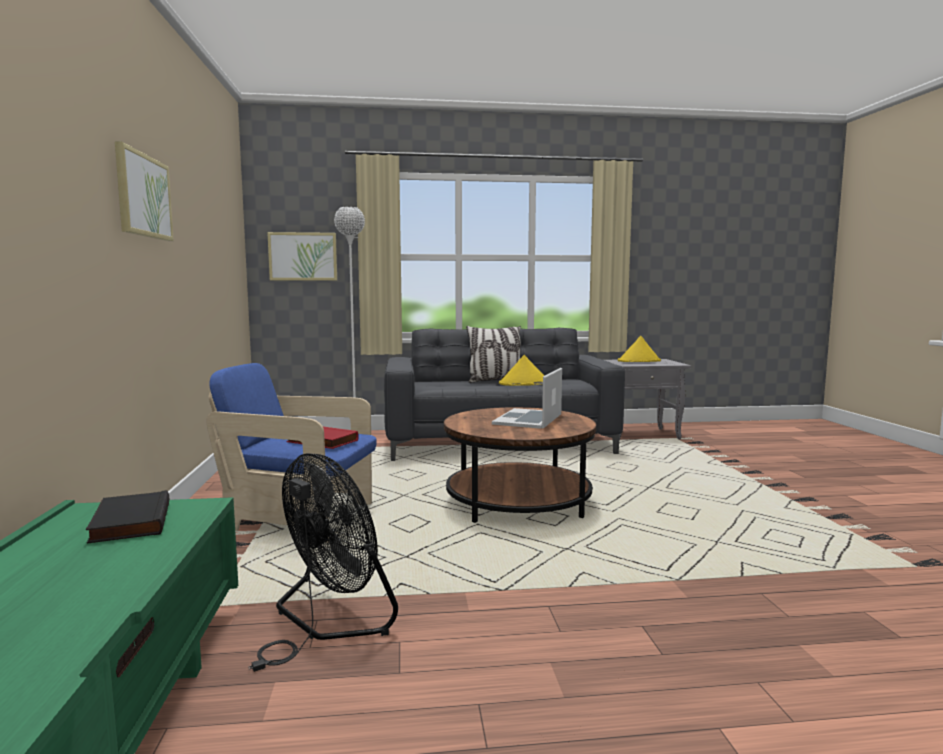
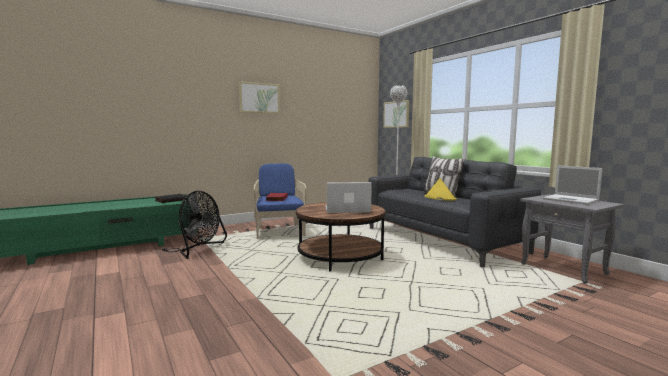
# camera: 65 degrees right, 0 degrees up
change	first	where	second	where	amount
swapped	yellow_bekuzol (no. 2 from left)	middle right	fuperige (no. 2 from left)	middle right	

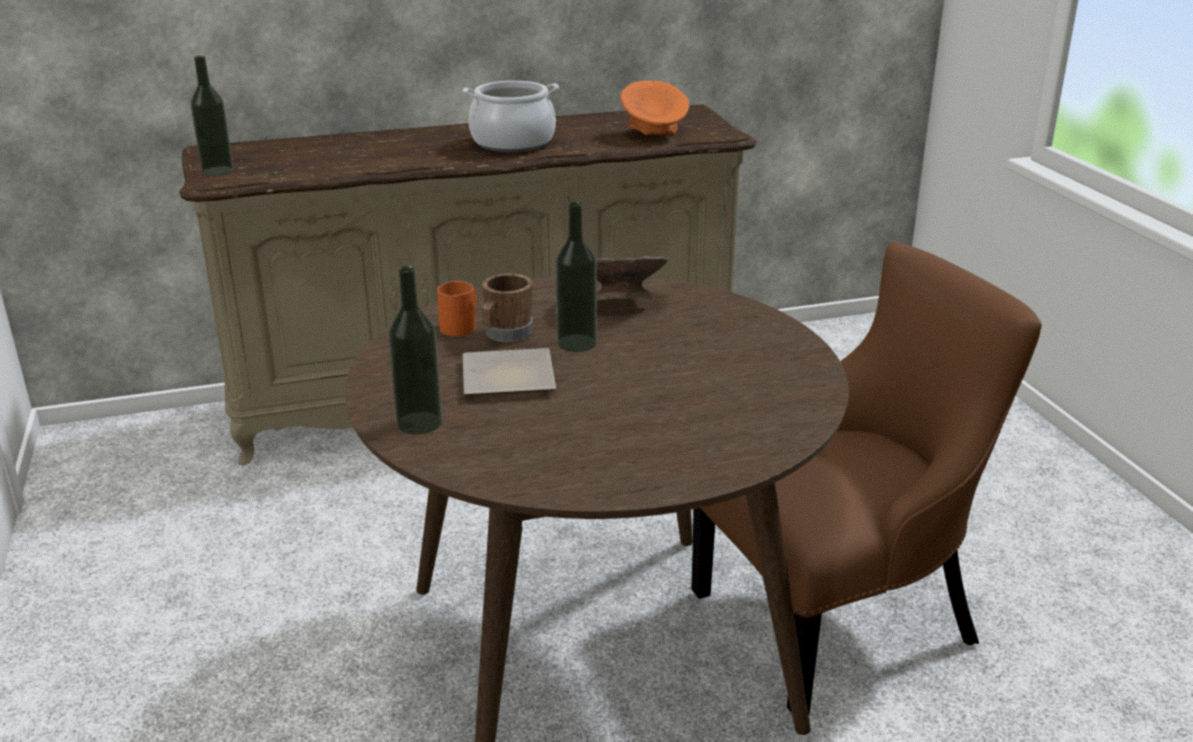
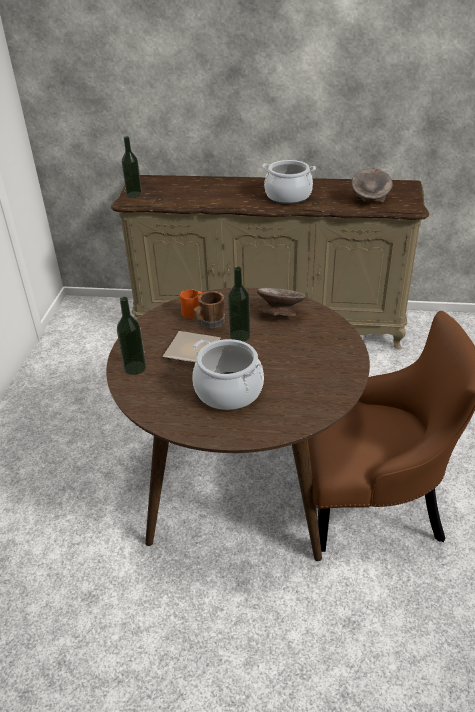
# camera: 25 degrees right, 10 degrees up
change	first	where	second	where	amount
new			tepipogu (no. 1 from left)	centre	
repainted	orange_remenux	top centre	grey_remenux (no. 2 from left)	top right	

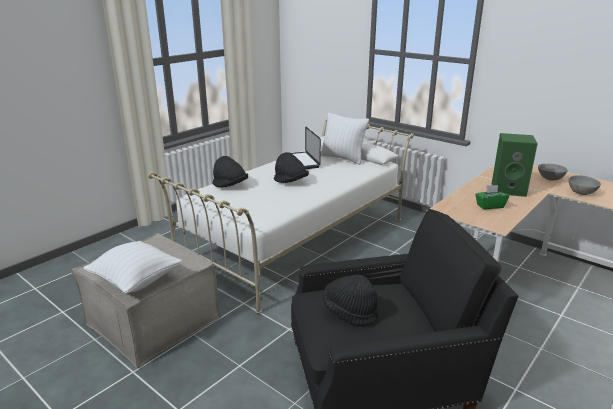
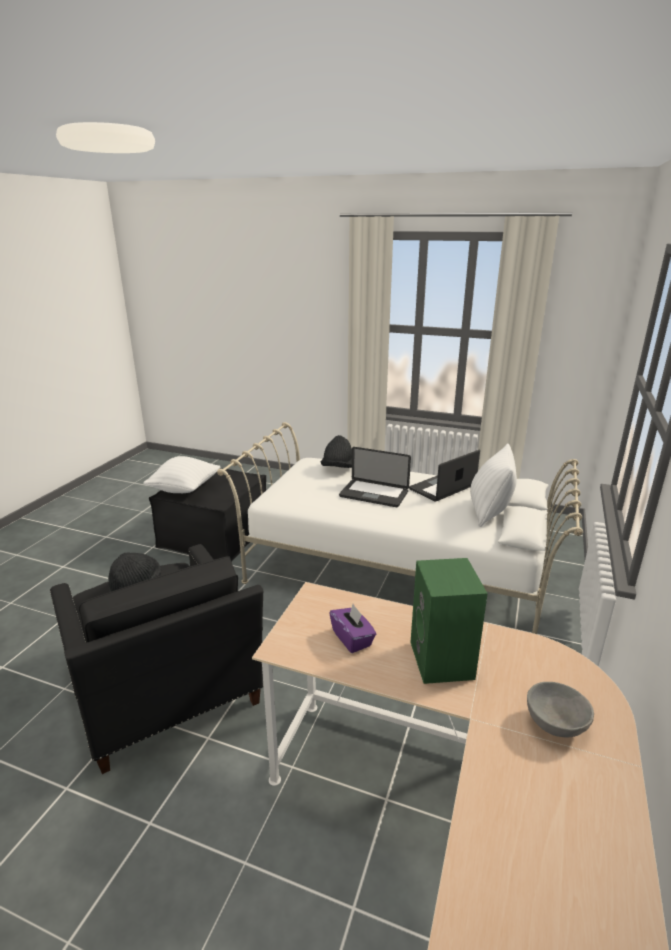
# camera: 70 degrees right, 0 degrees up
change	first	where	second	where	amount
repainted	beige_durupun	bottom left	black_durupun	middle left	
repainted	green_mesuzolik	middle right	purple_mesuzolik	centre	
swapped	black_bekuzol (no. 2 from left)	centre	fuperige (no. 1 from left)	centre	
gone	grey_remenux (no. 2 from left)	middle right			

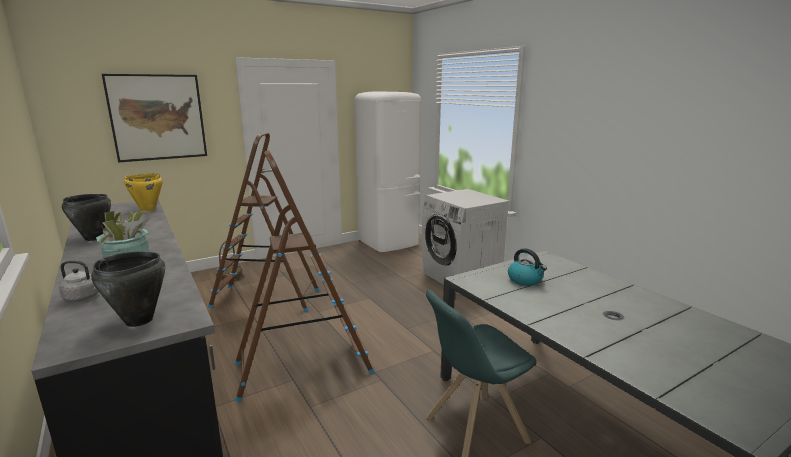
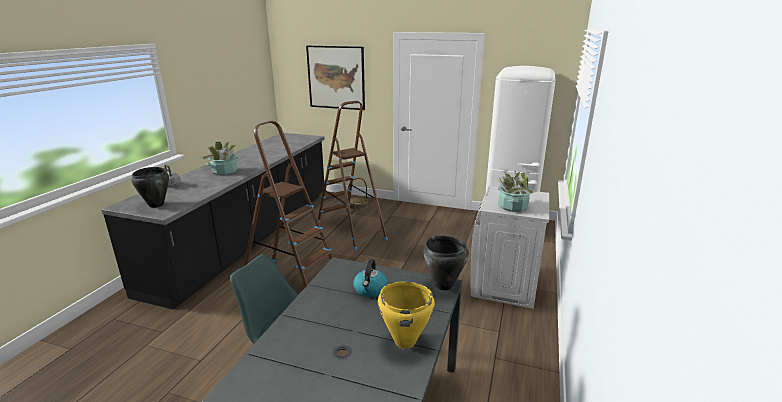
# camera: 50 degrees right, 5 degrees up
change	first	where	second	where	amount
shifted	yellow_tepipogu	middle left		bottom centre	
shifted	black_tepipogu (no. 1 from left in the first image)	middle left	black_tepipogu (no. 2 from left)	centre	
new			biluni (no. 2 from left)	centre	

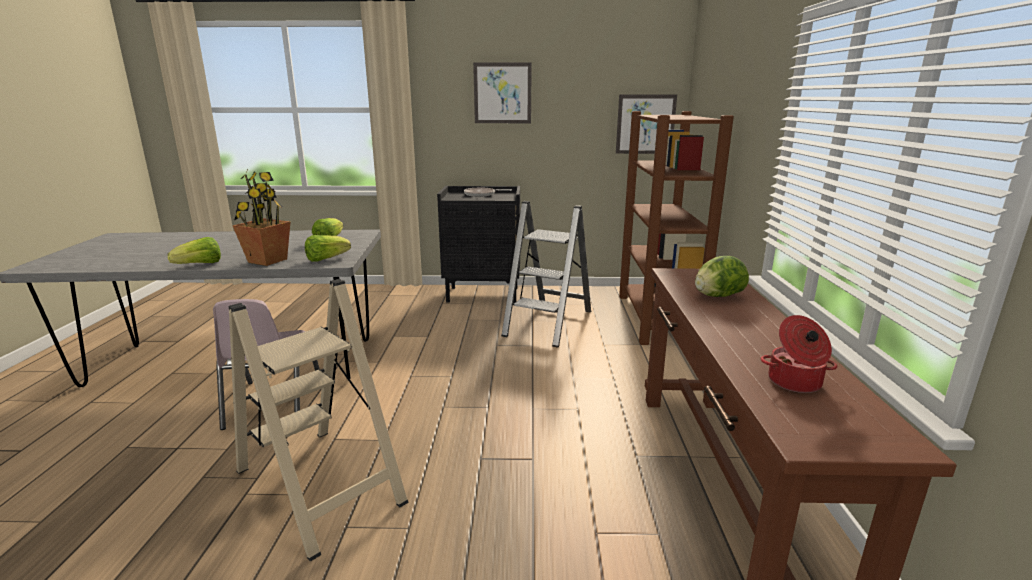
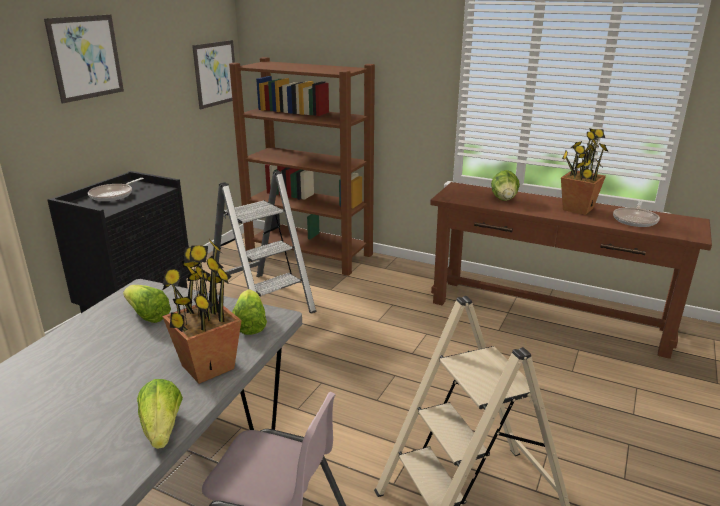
# camera: 65 degrees left, 5 degrees up
change	first	where	second	where	amount
new			biluni (no. 2 from left)	middle right	
swapped	tepipogu	middle right	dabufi (no. 2 from left)	middle right	

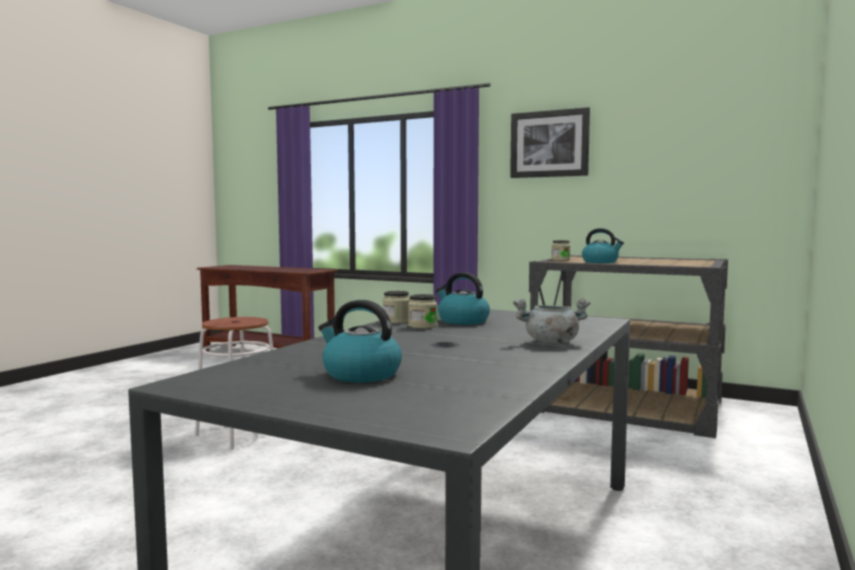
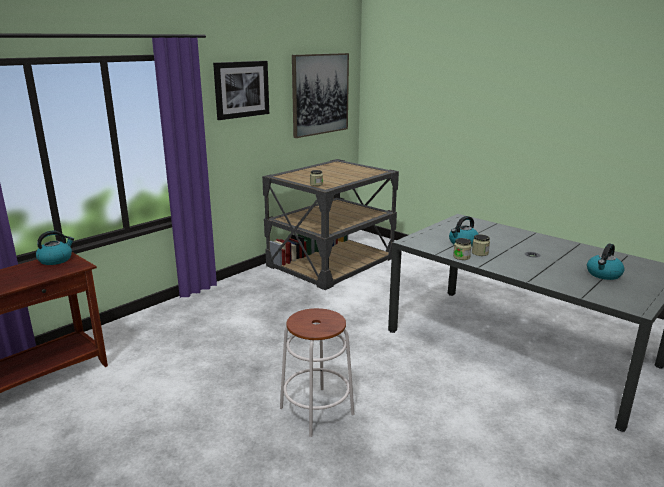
# camera: 75 degrees left, 15 degrees up
change	first	where	second	where	amount
shifted	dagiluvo (no. 3 from left in the first image)	middle right	dagiluvo (no. 1 from left)	middle left	
new			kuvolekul (no. 2 from left)	top centre	
gone	grey_tepipogu	centre			

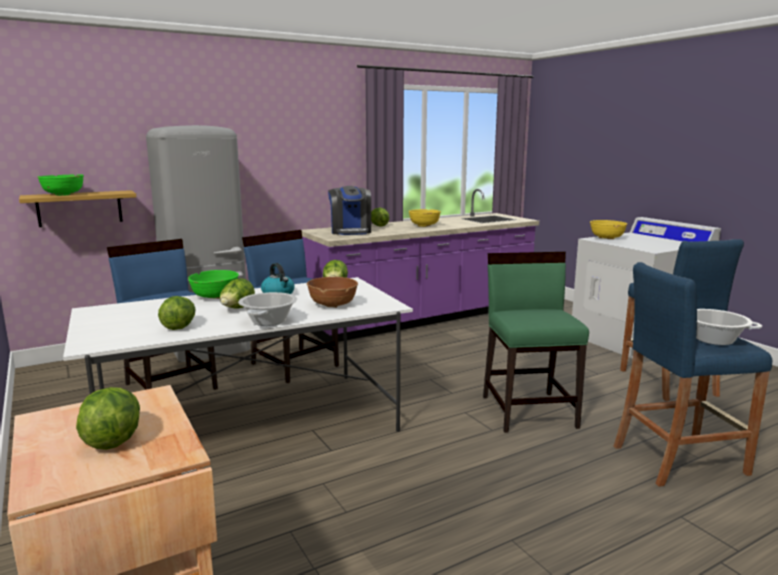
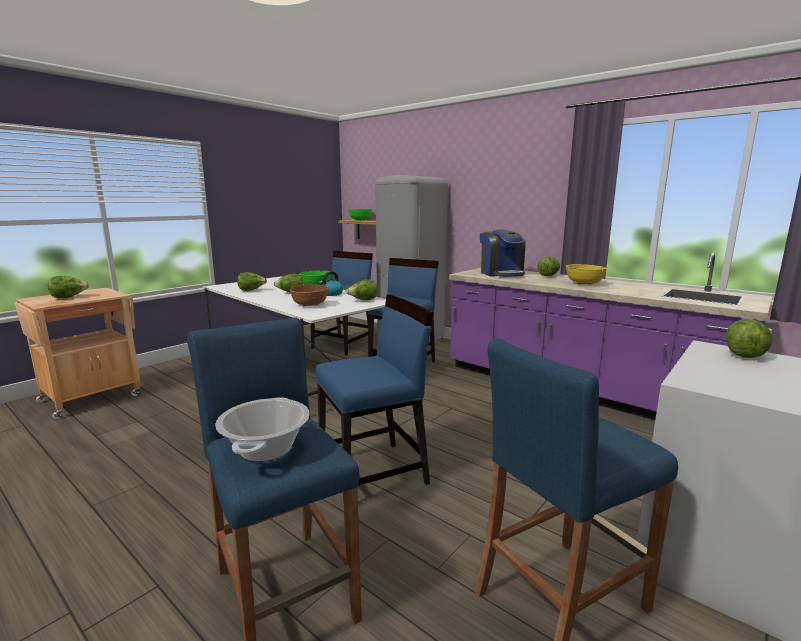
# camera: 70 degrees right, 0 degrees up
change	first	where	second	where	amount
repainted	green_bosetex	middle right	blue_bosetex (no. 2 from left)	centre	
rotated	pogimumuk	centre		centre	75 degrees counterclockwise
swapped	yellow_remenux (no. 2 from left)	middle right	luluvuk (no. 6 from left)	middle right	
gone	tepipogu (no. 1 from left)	centre			

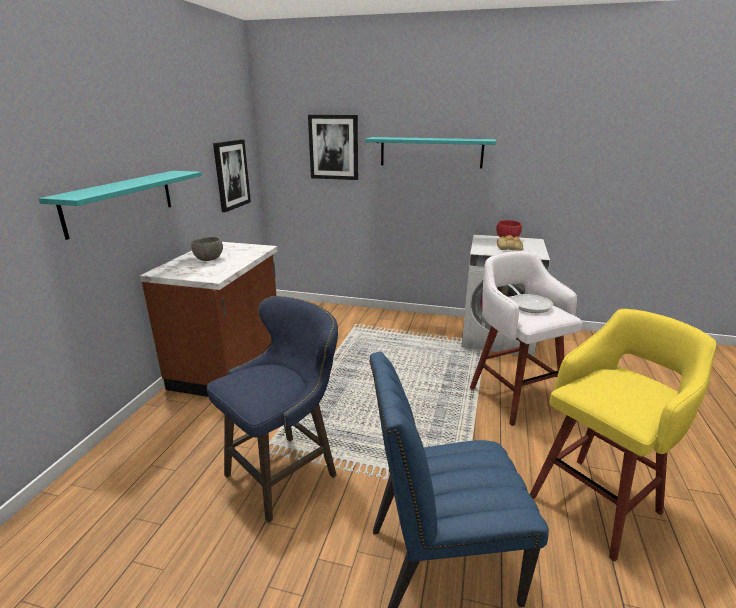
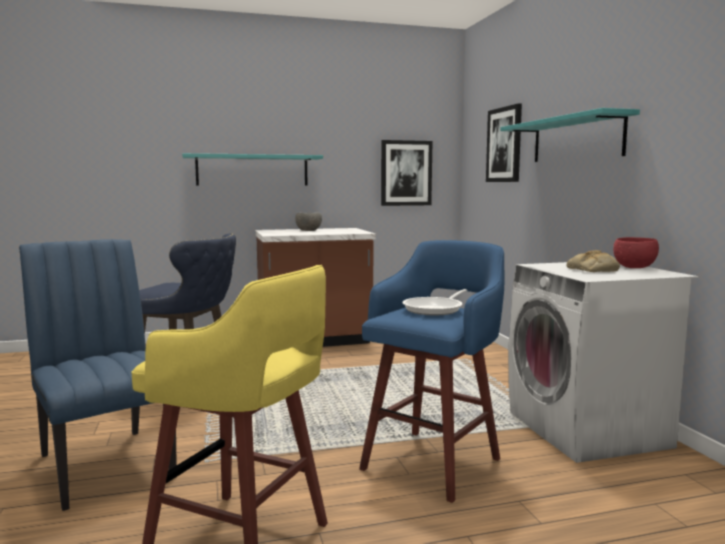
# camera: 60 degrees right, 15 degrees down
change	first	where	second	where	amount
repainted	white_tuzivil	middle right	blue_tuzivil (no. 2 from left)	bottom centre	

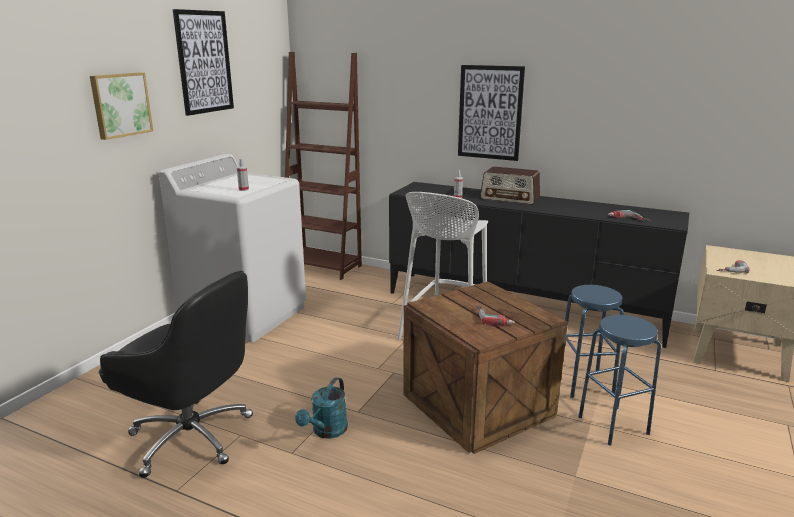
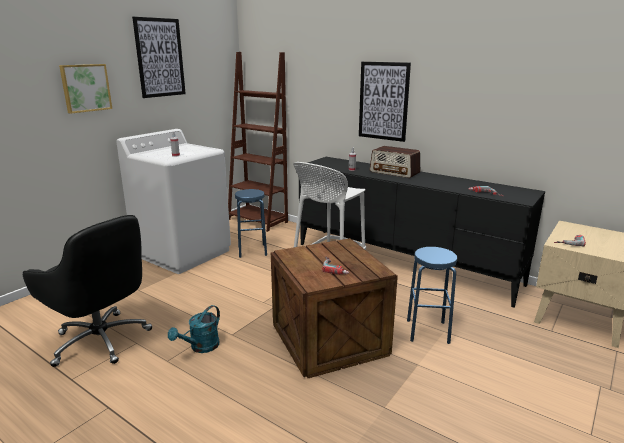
# camera: 10 degrees right, 0 degrees up
change	first	where	second	where	amount
shifted	blue_tuzivil (no. 2 from left in the first image)	bottom right	blue_tuzivil (no. 1 from left)	centre	

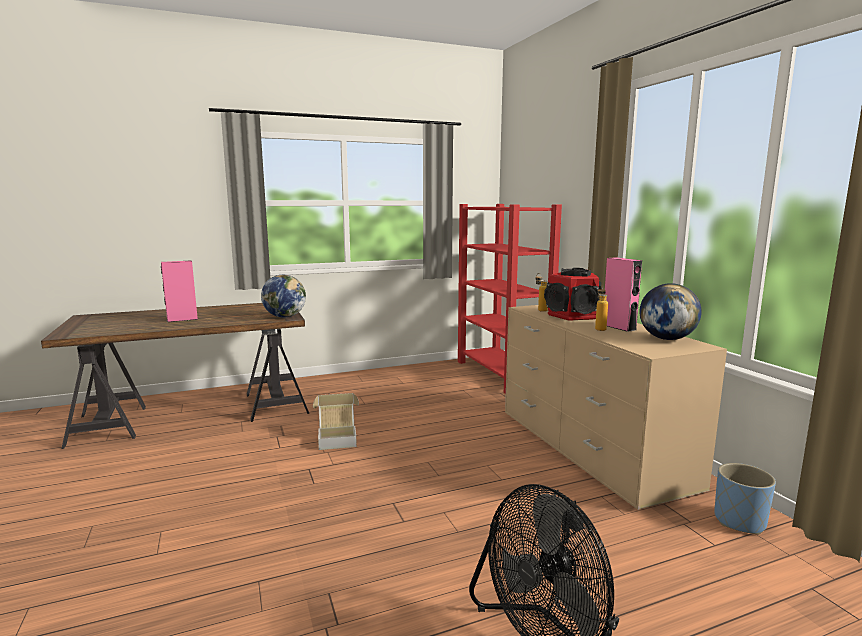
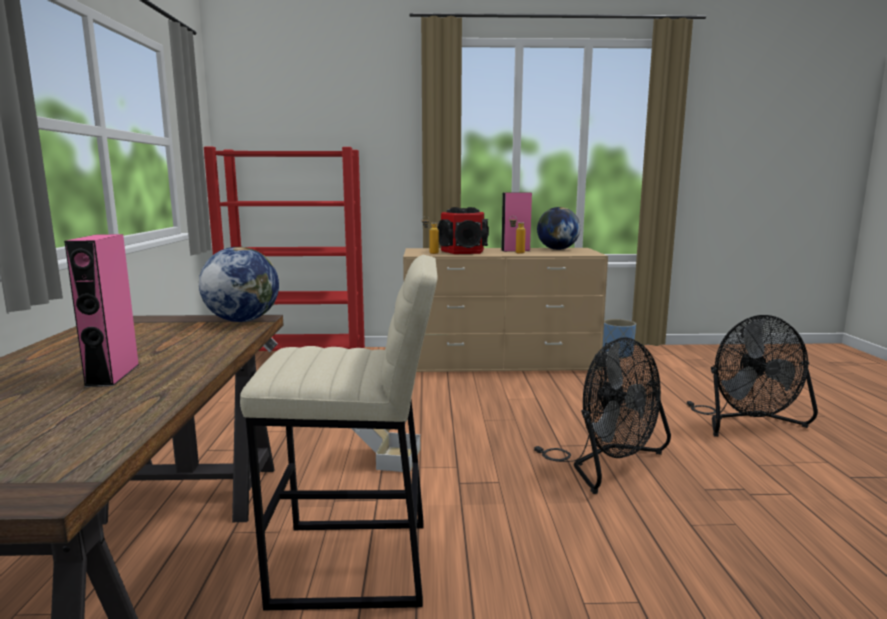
# camera: 70 degrees left, 0 degrees up
change	first	where	second	where	amount
new			beige_tuzivil	bottom centre	
new			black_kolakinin (no. 1 from left)	bottom right	

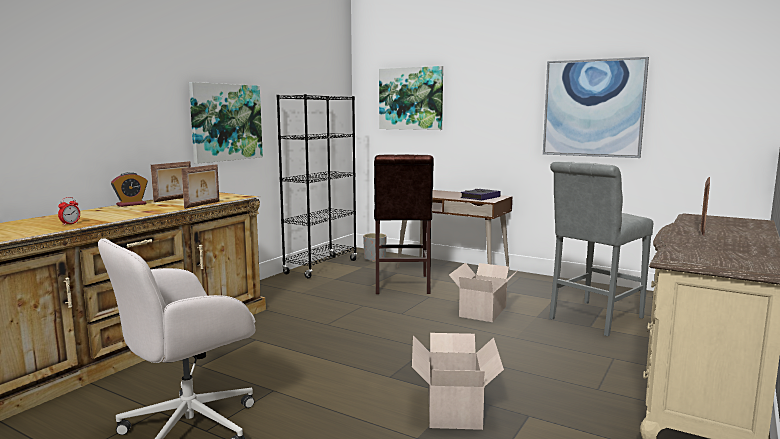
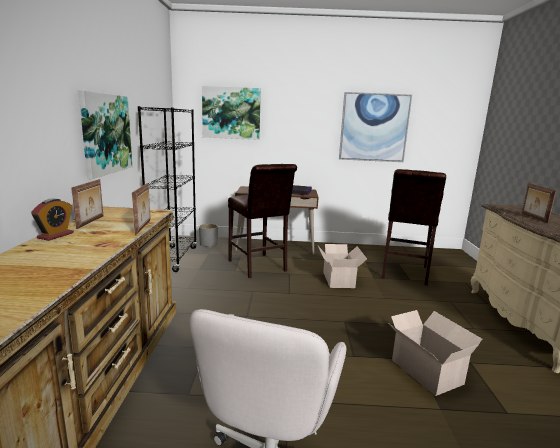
# camera: 30 degrees left, 5 degrees up
change	first	where	second	where	amount
repainted	grey_tuzivil	middle right	brown_tuzivil (no. 2 from left)	middle right	
gone	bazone (no. 1 from left)	middle left			

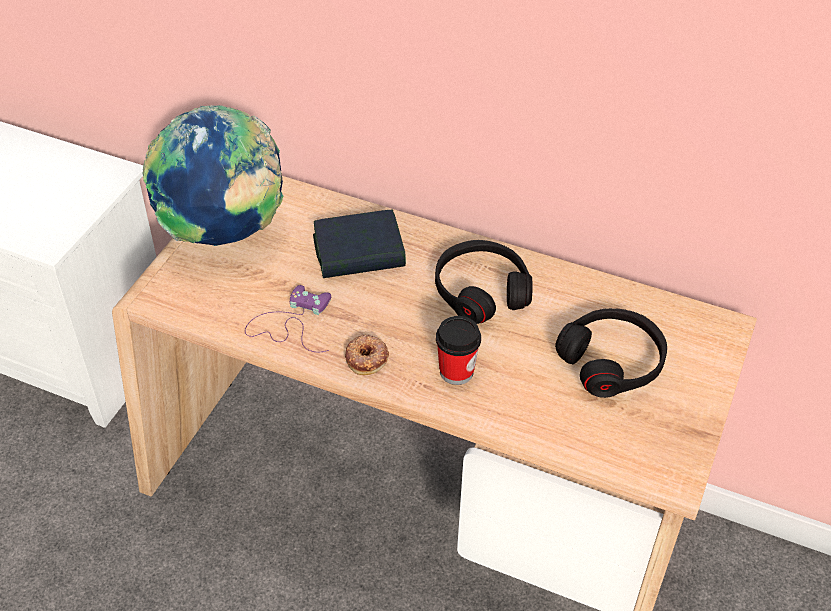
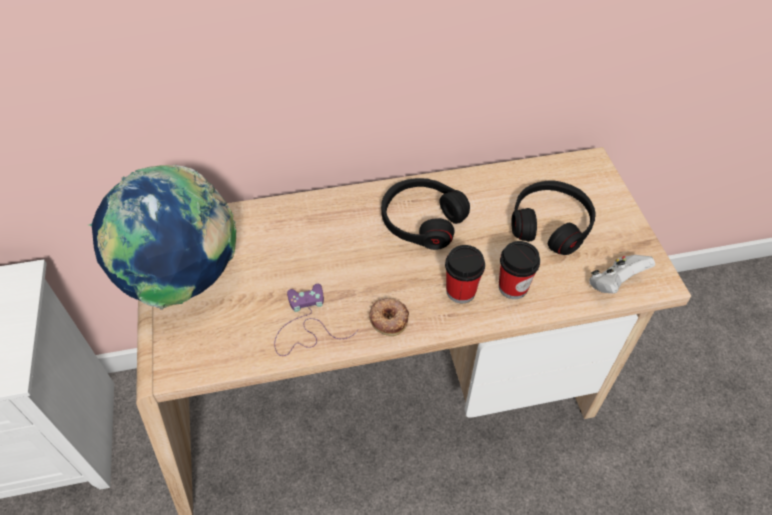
# camera: 35 degrees left, 5 degrees up
change	first	where	second	where	amount
new			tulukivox (no. 2 from left)	middle right	
new			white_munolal	middle right	
gone	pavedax	centre			

